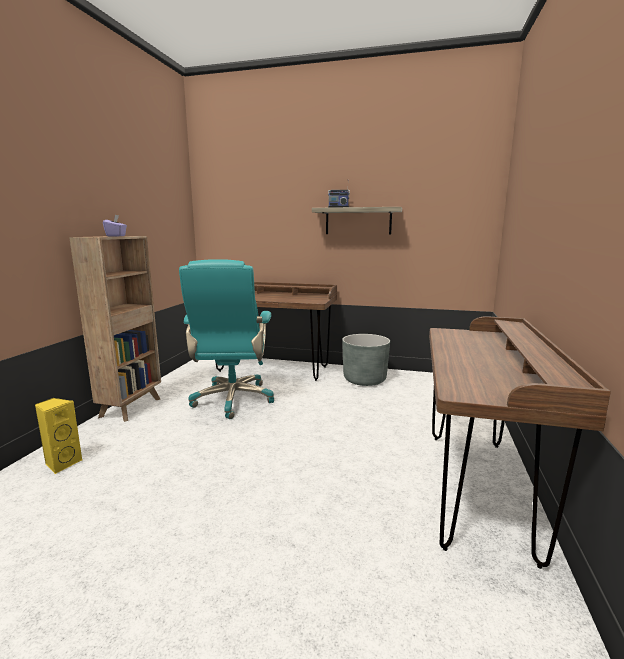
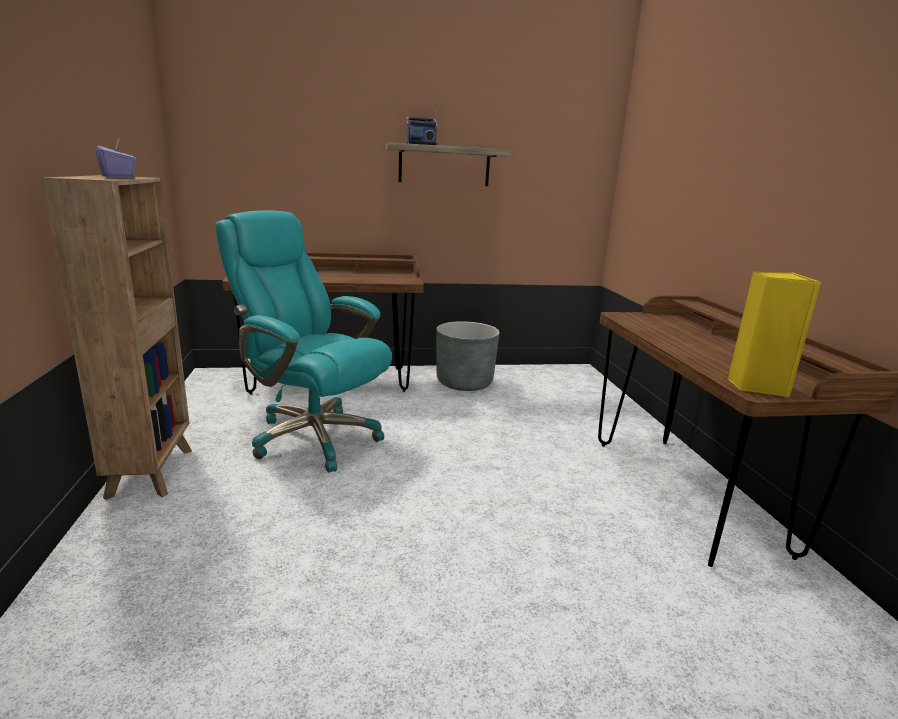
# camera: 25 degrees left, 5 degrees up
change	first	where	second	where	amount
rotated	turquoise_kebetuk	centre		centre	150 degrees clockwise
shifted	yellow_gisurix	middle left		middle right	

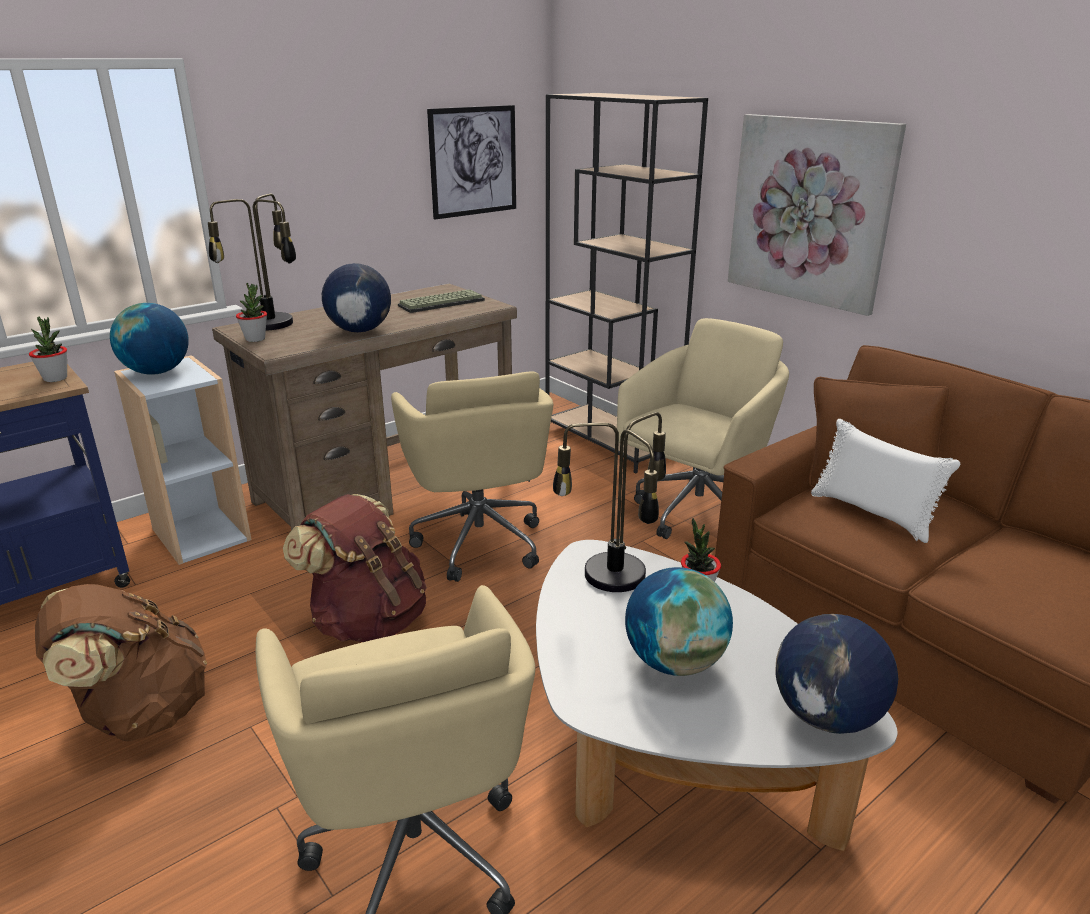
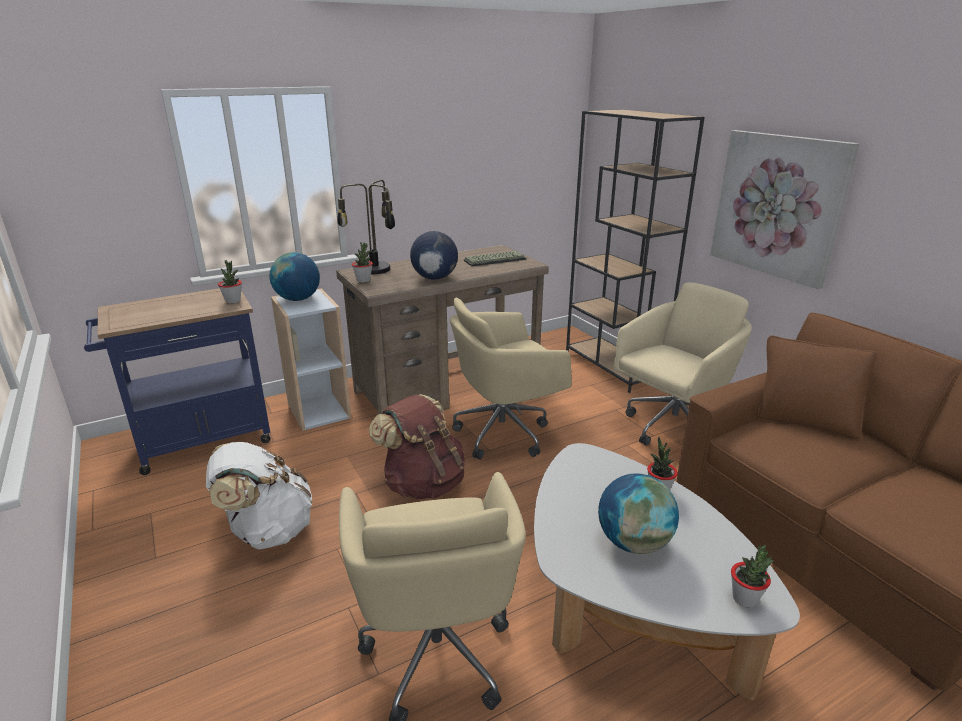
# camera: 10 degrees right, 0 degrees up
change	first	where	second	where	amount
repainted	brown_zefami (no. 1 from left)	bottom left	white_zefami	bottom left	
rotated	beige_kebetuk (no. 2 from left)	centre		centre	75 degrees clockwise
swapped	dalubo (no. 4 from left)	bottom right	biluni (no. 4 from left)	bottom right	
gone	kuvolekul (no. 1 from left)	top centre			
gone	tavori (no. 2 from left)	centre			
gone	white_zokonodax	middle right			

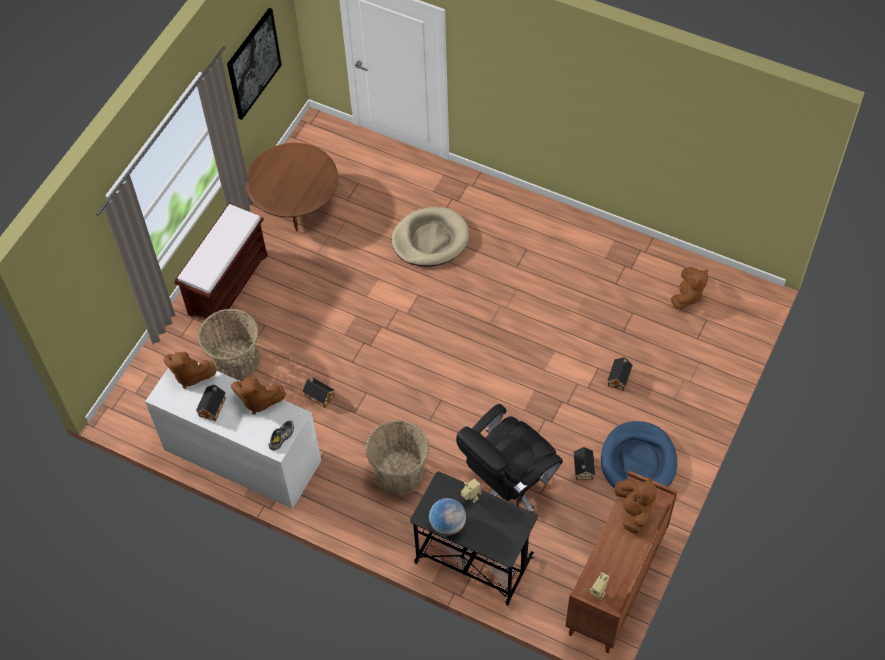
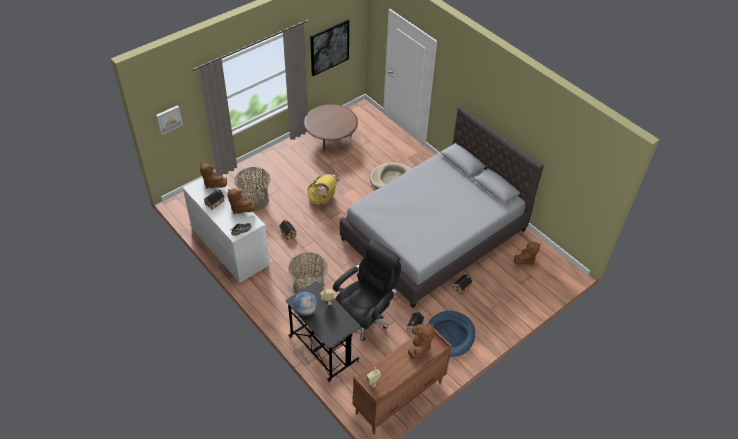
# camera: 20 degrees right, 10 degrees down
change	first	where	second	where	amount
new			kuvolekul (no. 1 from left)	top left	
new			yellow_zefami	centre	
rotated	black_kebetuk	bottom centre		centre	150 degrees clockwise
new			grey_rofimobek	centre	
gone	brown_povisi	middle left			

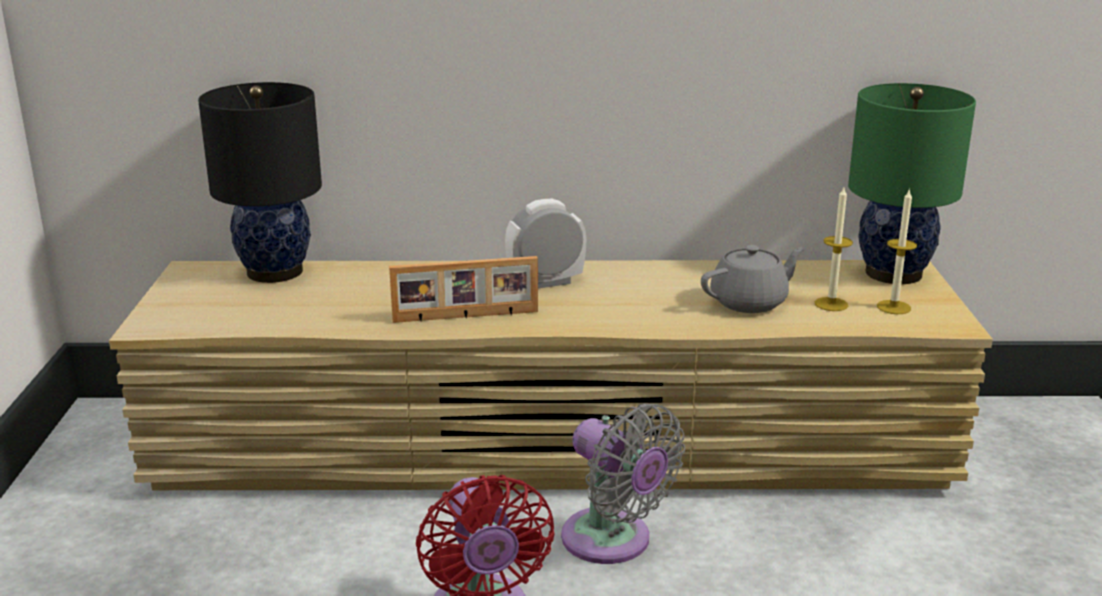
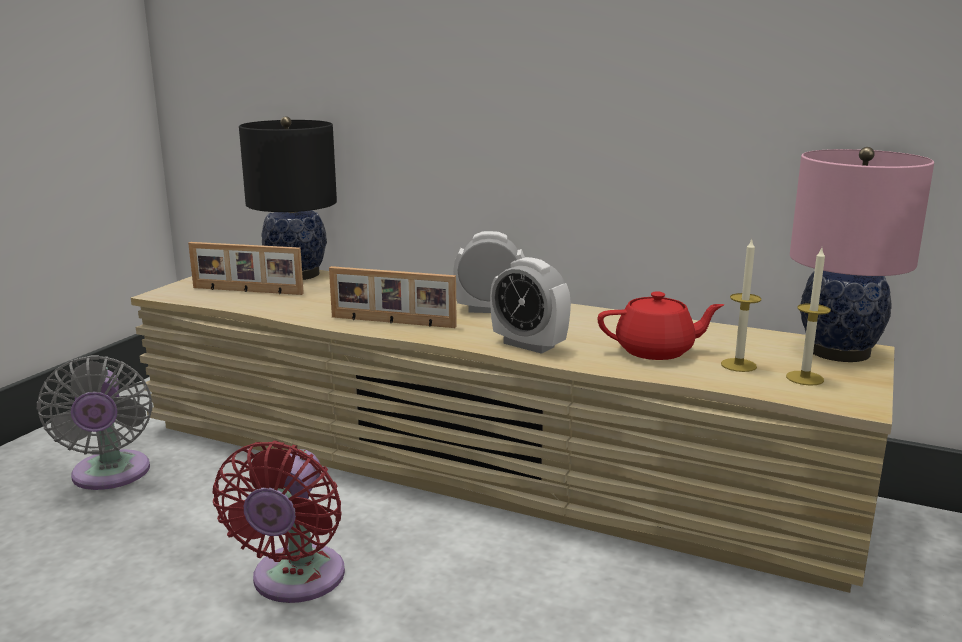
# camera: 25 degrees right, 5 degrees down
change	first	where	second	where	amount
shifted	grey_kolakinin	bottom centre		middle left	
new			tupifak (no. 1 from left)	middle left	
new			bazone (no. 2 from left)	centre	
repainted	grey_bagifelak	middle right	red_bagifelak	middle right	
repainted	green_tavori	top right	pink_tavori	middle right	

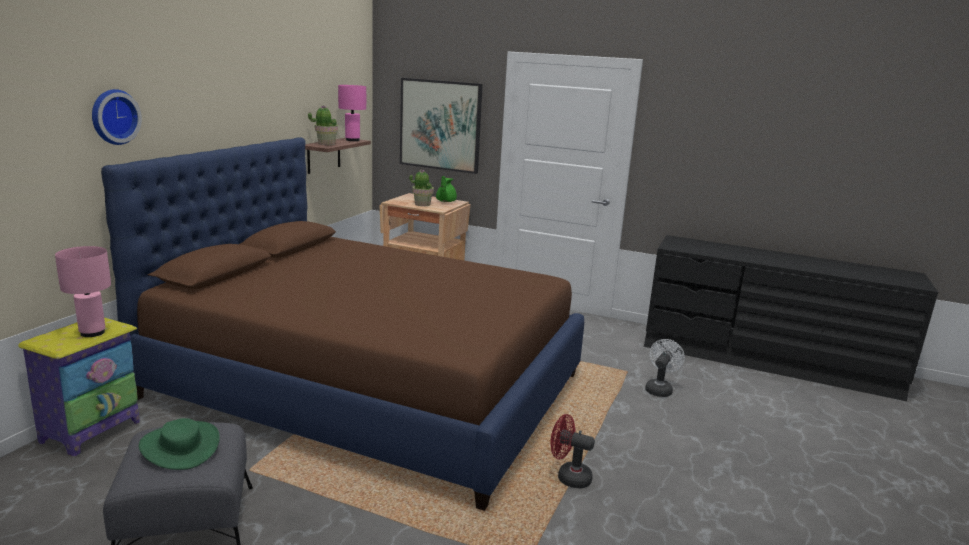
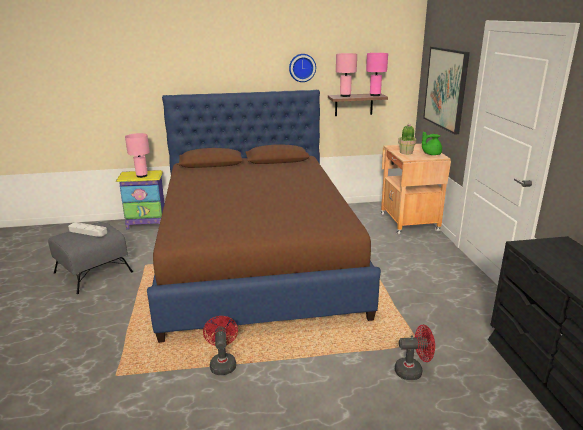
# camera: 60 degrees right, 5 degrees up
change	first	where	second	where	amount
swapped	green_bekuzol	bottom left	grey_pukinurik	middle left	
shifted	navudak	top left		top centre	
swapped	biluni (no. 1 from left)	top centre	pink_tavori (no. 2 from left)	top centre	
repainted	white_kolakinin	bottom right	red_kolakinin (no. 2 from left)	bottom right	

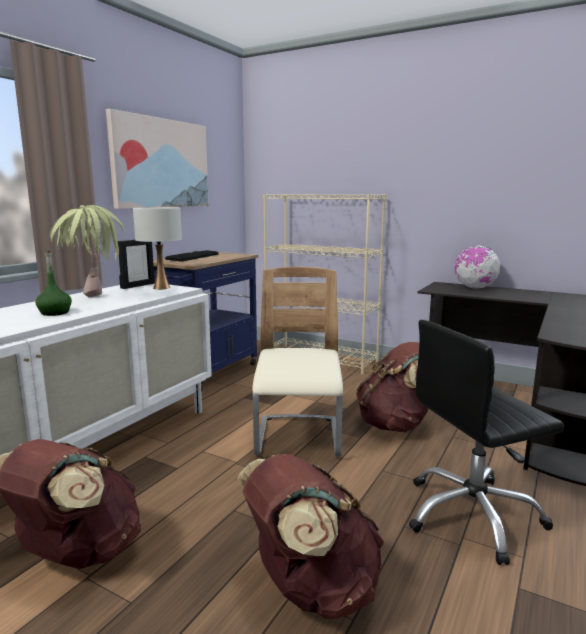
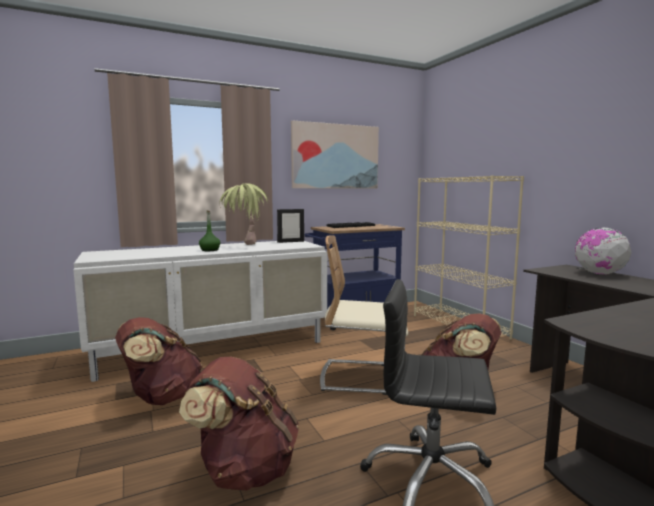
# camera: 35 degrees right, 5 degrees down
change	first	where	second	where	amount
rotated	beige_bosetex	centre		centre	120 degrees counterclockwise
gone	white_tavori	middle left			

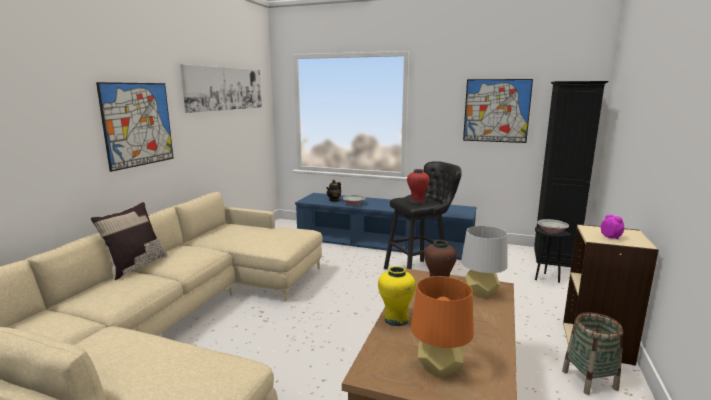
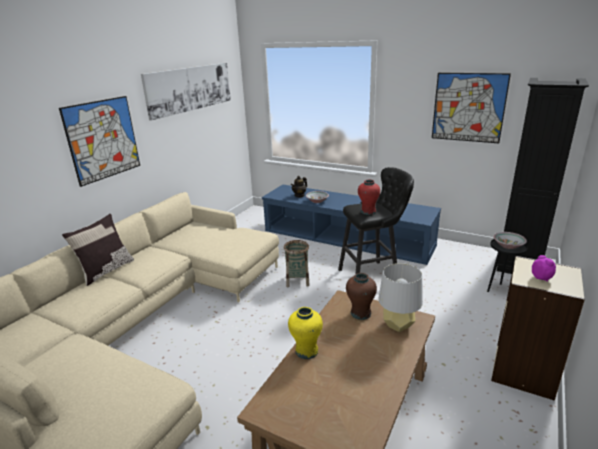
# camera: 10 degrees right, 10 degrees up
change	first	where	second	where	amount
shifted	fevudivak	bottom right		centre	
gone	orange_tavori	bottom centre			

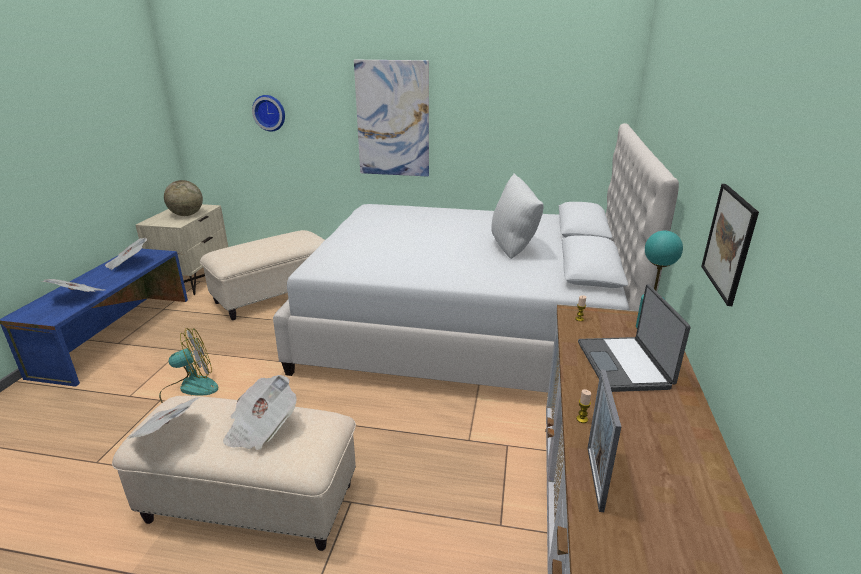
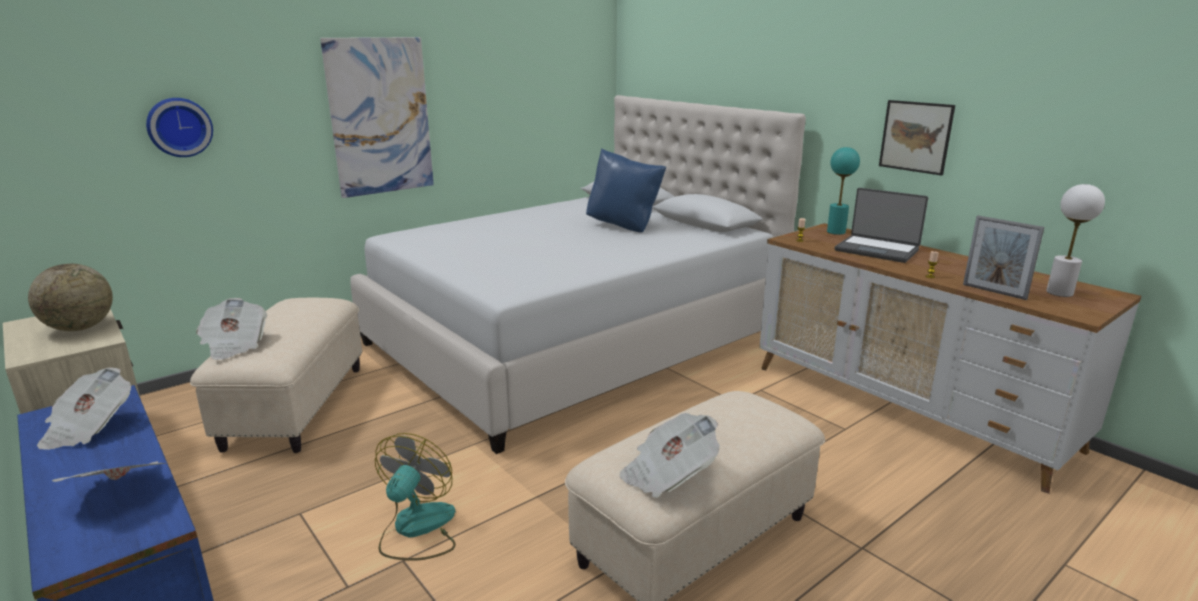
# camera: 50 degrees left, 5 degrees down
change	first	where	second	where	amount
shifted	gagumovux (no. 4 from left in the first image)	bottom left	gagumovux (no. 3 from left)	middle left	
repainted	white_zokonodax	centre	blue_zokonodax	top centre	
new			white_tavori	middle right	

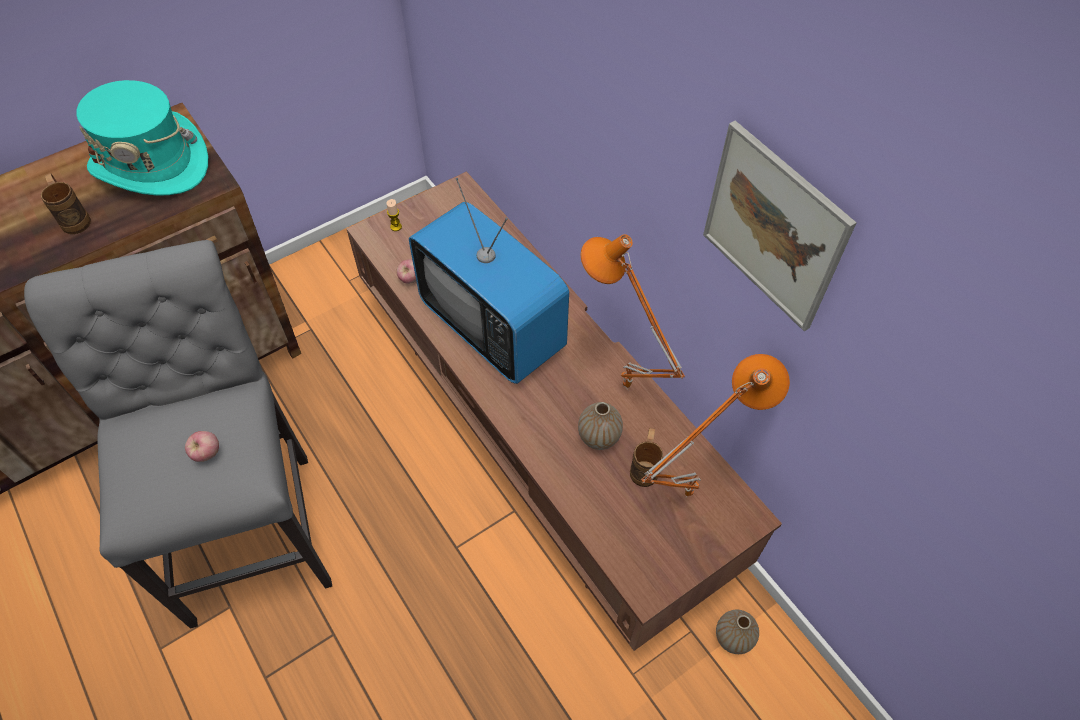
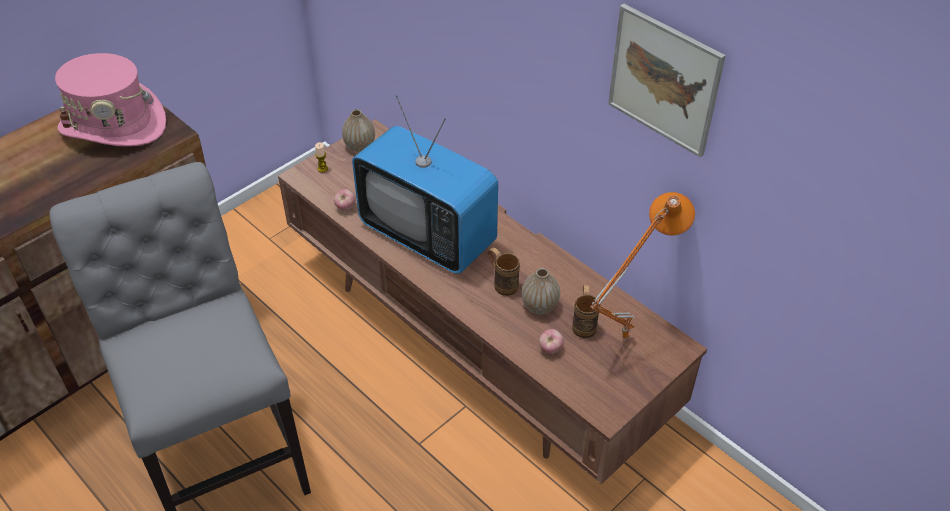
# camera: 10 degrees left, 10 degrees down
change	first	where	second	where	amount
repainted	turquoise_bekuzol	top left	pink_bekuzol	top left	
shifted	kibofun (no. 2 from left in the first image)	bottom right	kibofun (no. 1 from left)	top centre	
shifted	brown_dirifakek (no. 1 from left)	top left		centre	
shifted	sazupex (no. 1 from left in the first image)	middle left	sazupex (no. 2 from left)	bottom centre	
gone	orange_tavori (no. 1 from left)	centre			

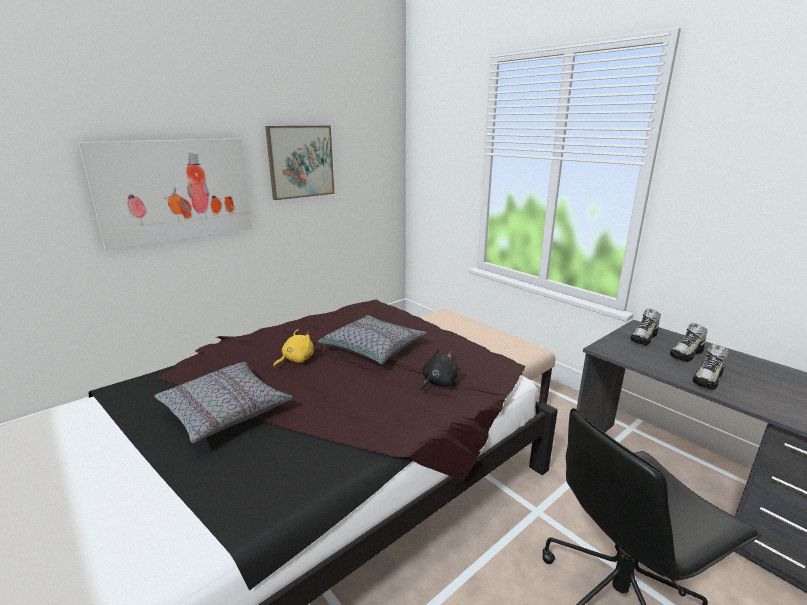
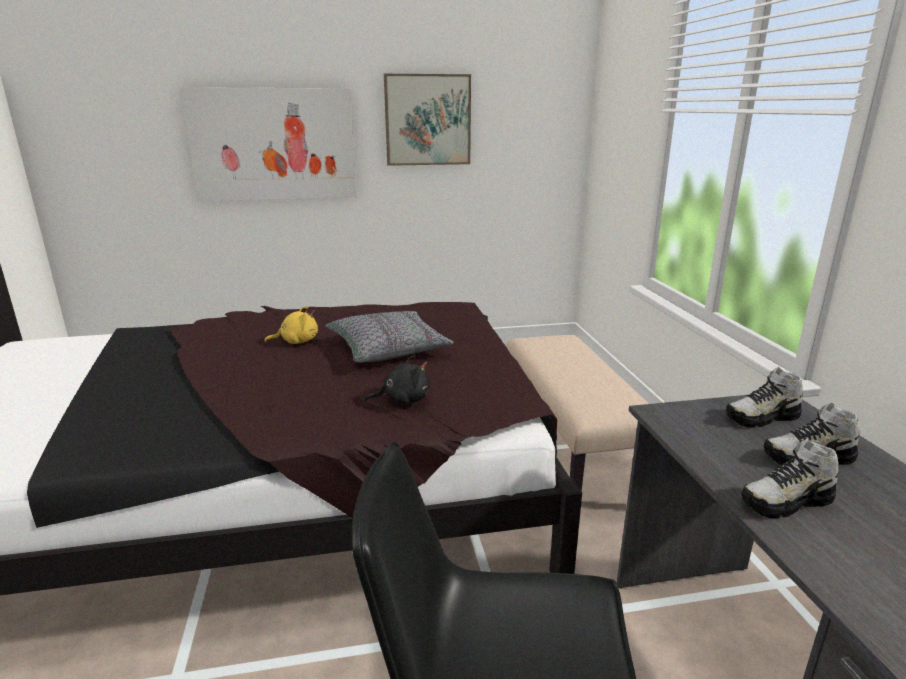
# camera: 30 degrees right, 0 degrees up
change	first	where	second	where	amount
gone	grey_zokonodax (no. 1 from left)	middle left			

